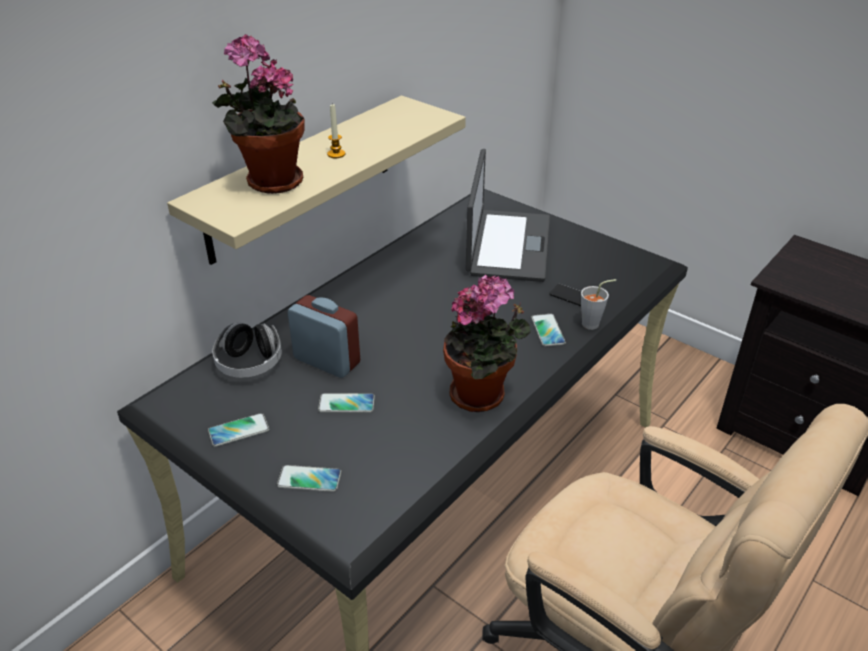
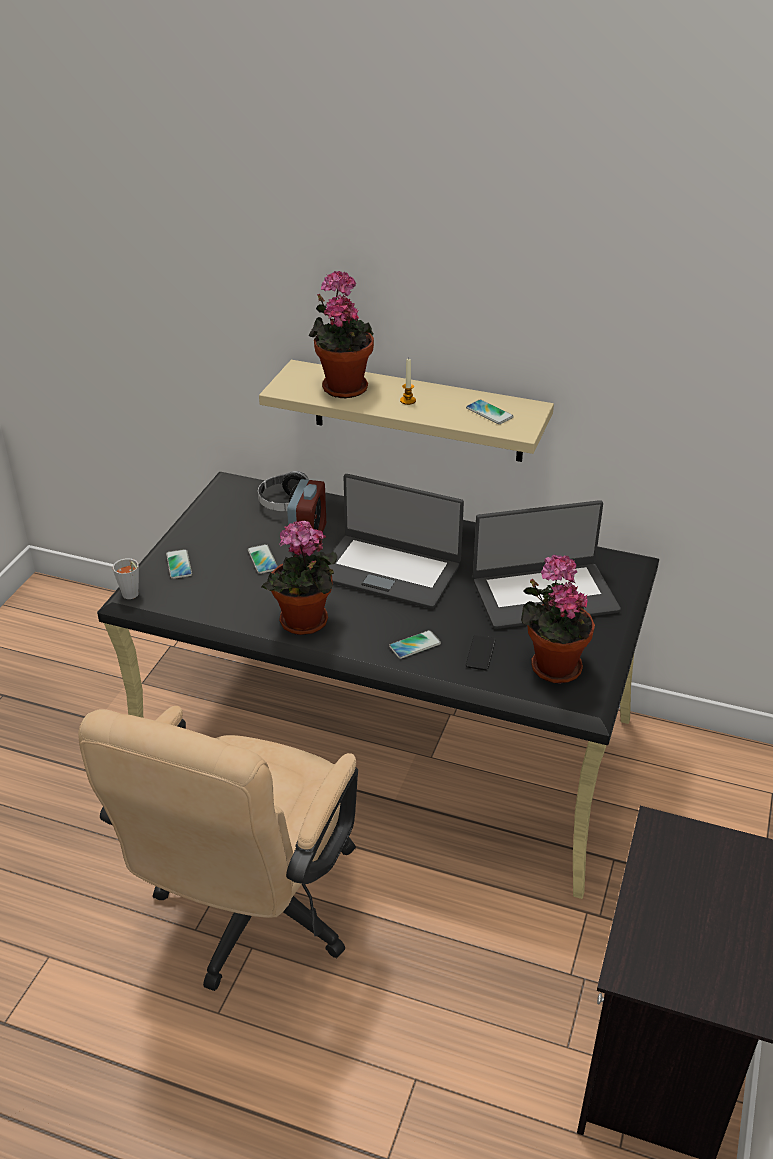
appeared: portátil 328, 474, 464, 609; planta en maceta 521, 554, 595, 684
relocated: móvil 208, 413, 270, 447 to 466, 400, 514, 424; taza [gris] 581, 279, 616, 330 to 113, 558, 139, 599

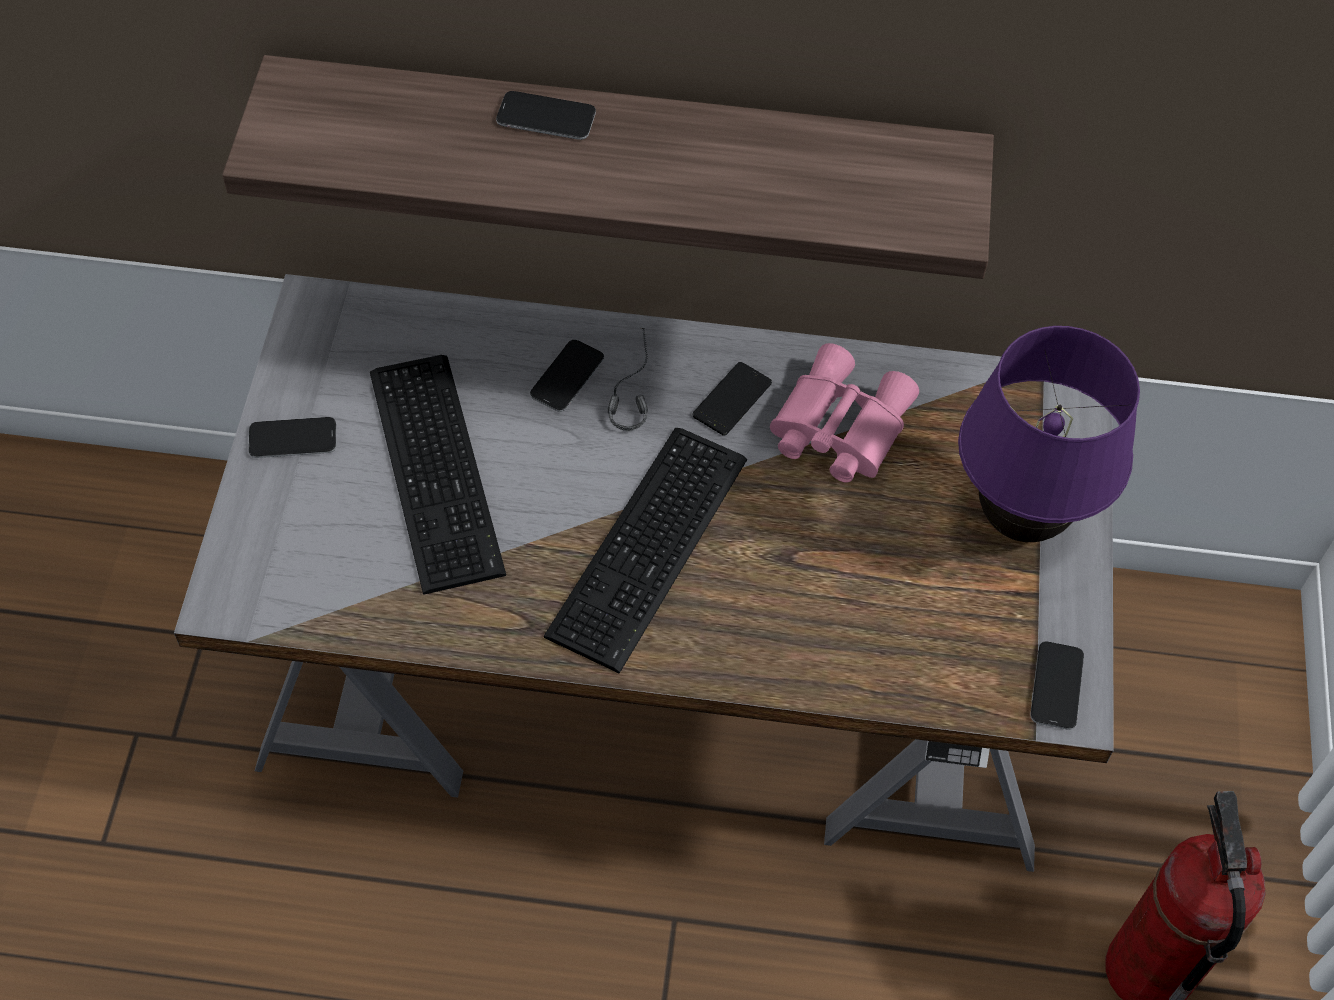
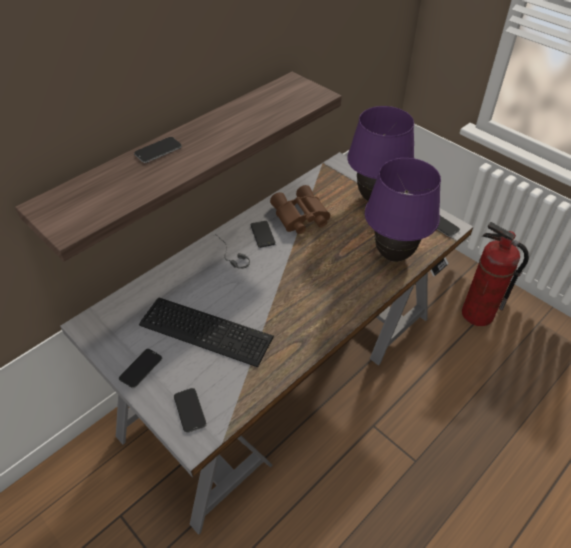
missing: teclado 544, 428, 747, 673
appeared: lámpara de mesa [morado] 365, 158, 441, 262
relocated: móvil 530, 340, 604, 412 to 174, 388, 207, 433
colour: prismáticos [rosa] 770, 343, 919, 483 to prismáticos [marrón] 270, 185, 330, 234

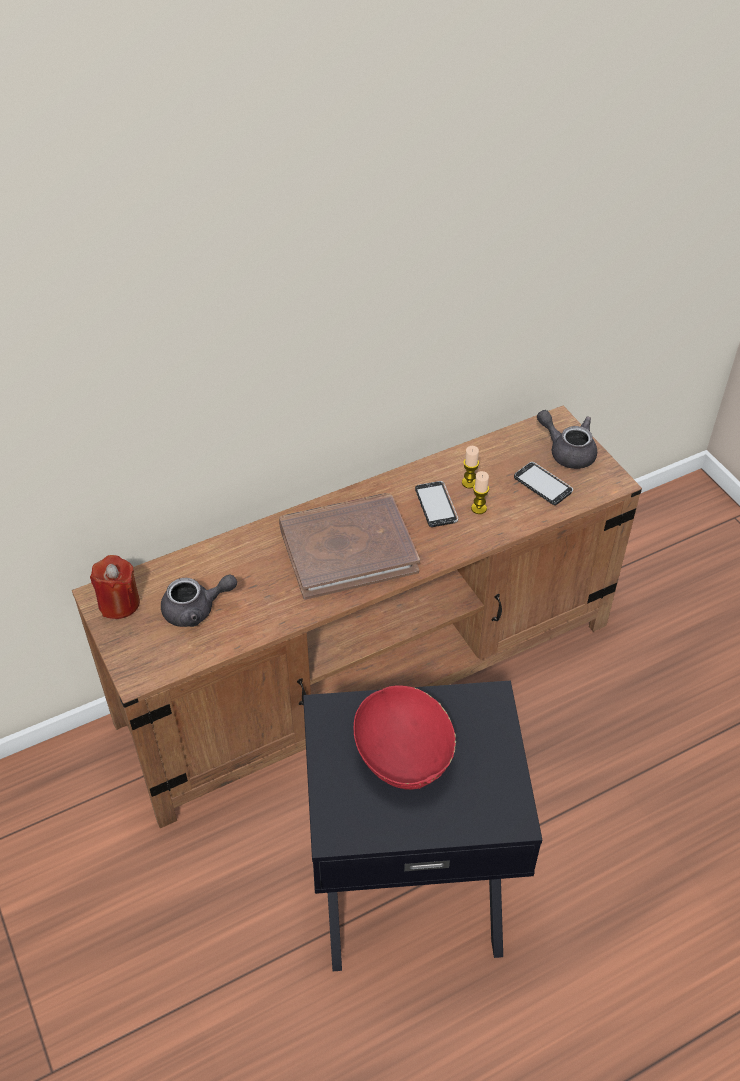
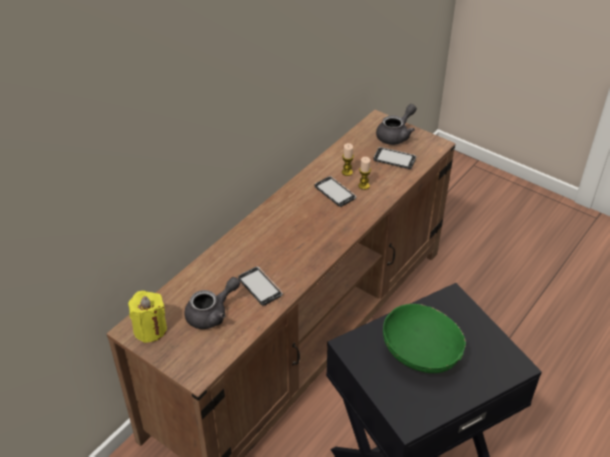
missing: libro [marrón] 279, 493, 420, 600
appeared: móvil 238, 267, 283, 306
colour: vela [rojo] 90, 555, 140, 619 to vela [amarillo] 128, 291, 167, 343; cuenco [rojo] 354, 685, 456, 790 to cuenco [verde] 383, 304, 466, 373
spun: tetera [gris] 537, 410, 597, 469 = 376, 104, 417, 145 120 degrees clockwise

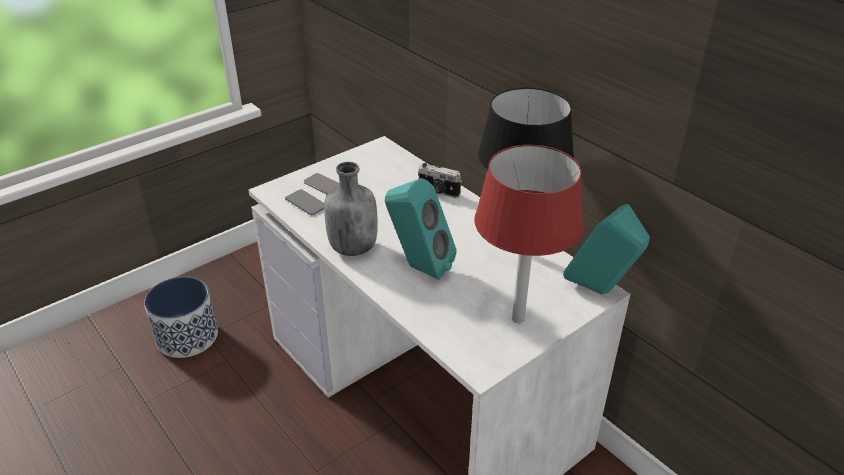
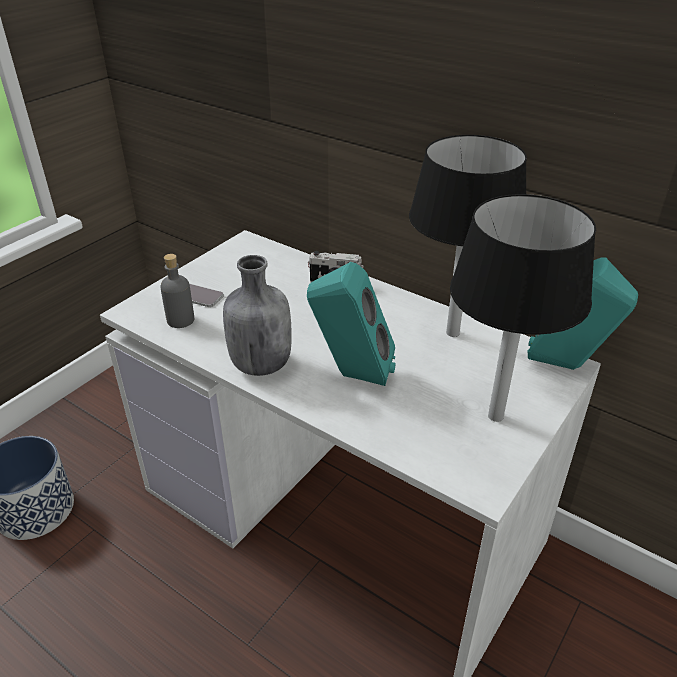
exchanged: móvil 285, 189, 324, 216 to botella [gris] 160, 254, 194, 328
colour: lámpara de mesa [rojo] 474, 145, 584, 323 to lámpara de mesa [negro] 450, 194, 596, 422

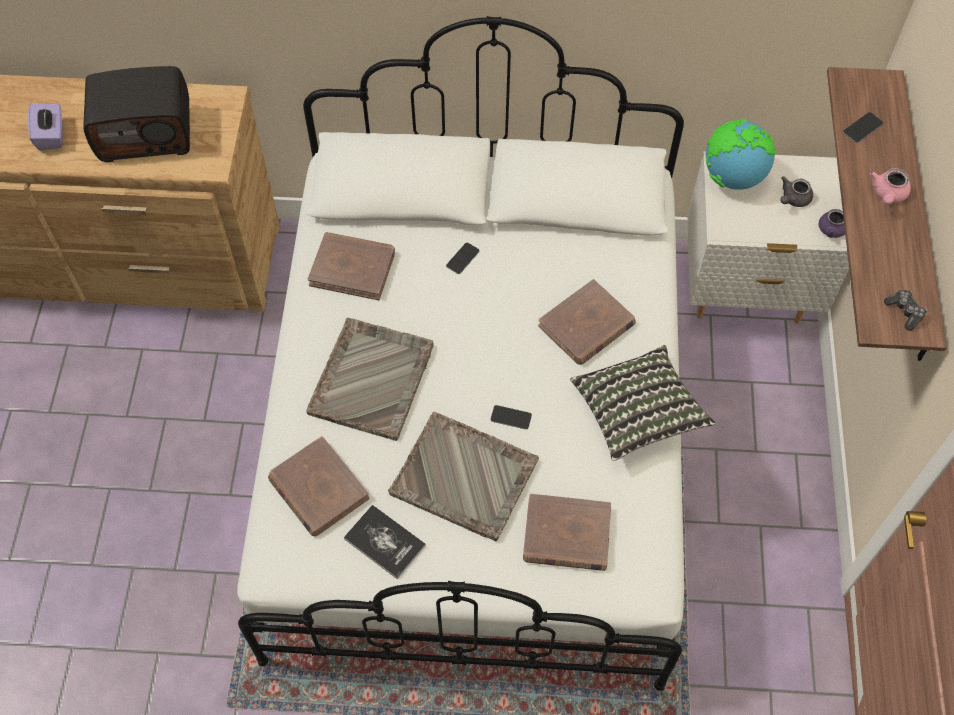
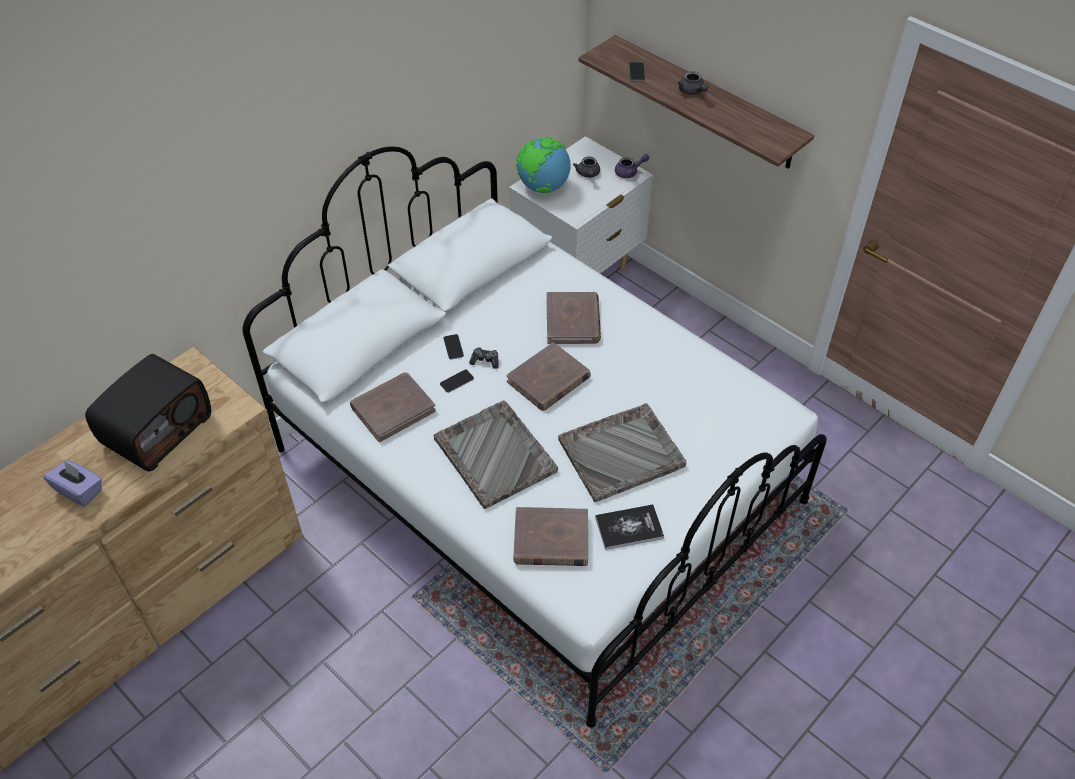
missing: cojín 570, 345, 715, 461
relocated: móvil 491, 405, 532, 429 to 440, 370, 474, 393; libro [marrón] 523, 494, 611, 571 to 507, 342, 591, 411; mando de consola 884, 290, 927, 331 to 469, 347, 499, 369
colour: tetera [rosa] 870, 168, 911, 204 to tetera [gris] 678, 71, 708, 95

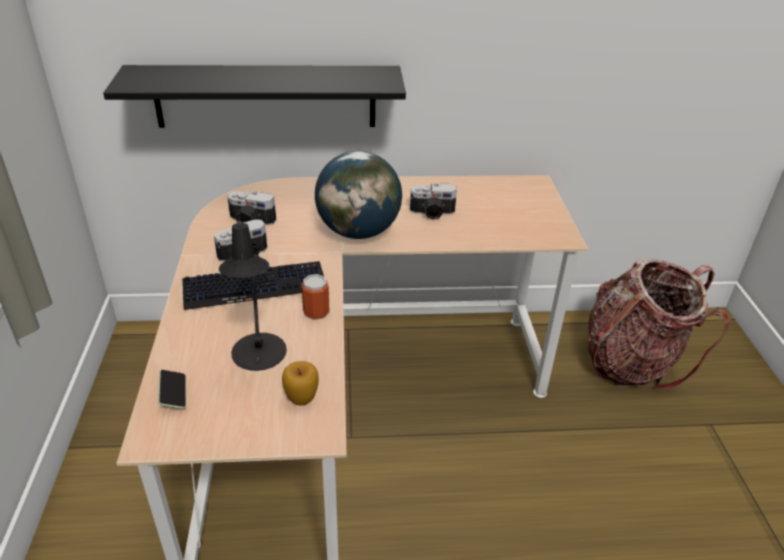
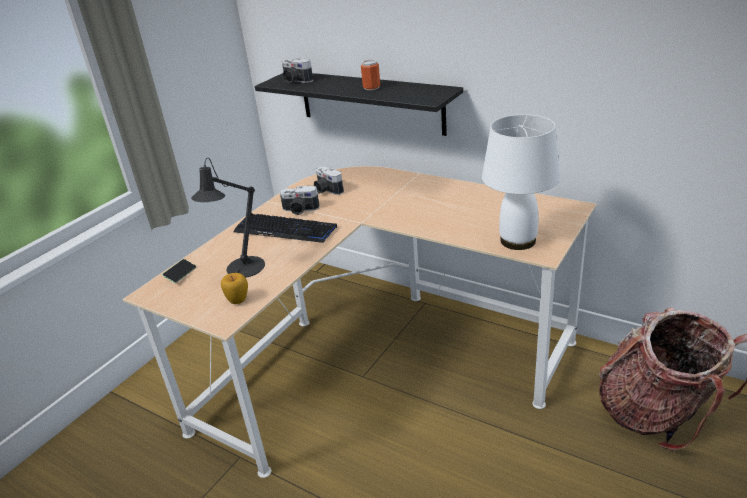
missing: globo terráqueo 315, 151, 402, 239
appeared: lámpara de mesa [blanco] 482, 114, 560, 250
relocated: lata 301, 274, 330, 320 to 361, 60, 380, 90; cámara 410, 183, 457, 220 to 282, 58, 314, 83

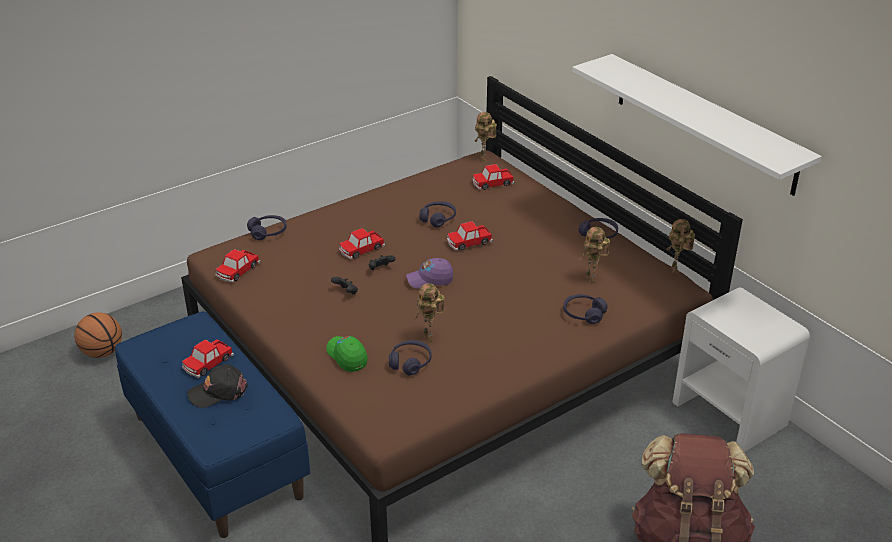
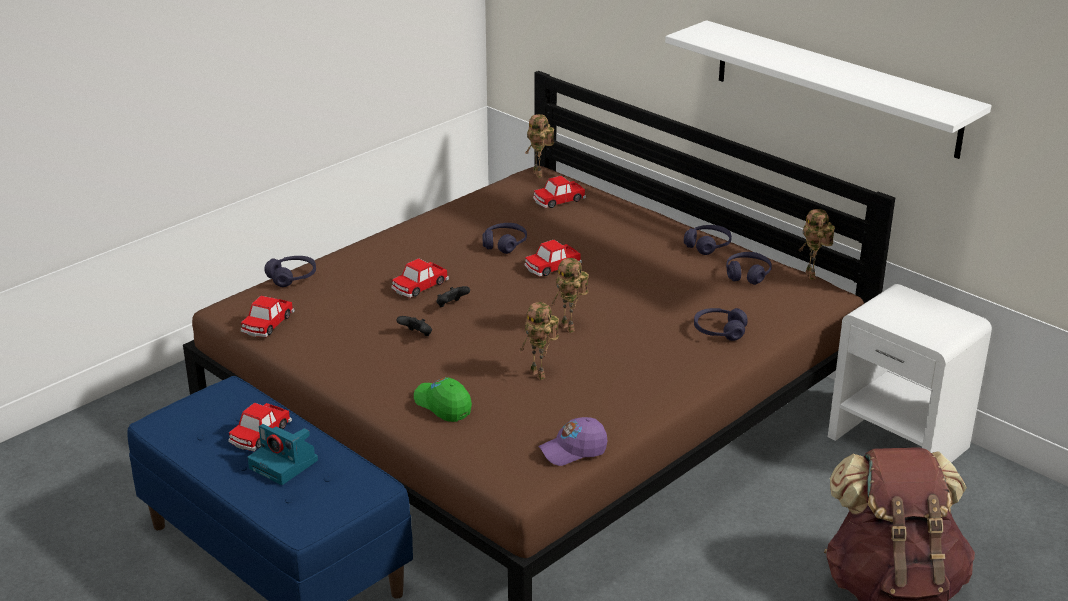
missing: balón de baloncesto 74, 312, 122, 358
relocated: auriculares [morado] 389, 340, 432, 376 to 726, 252, 772, 285; gorra [morado] 406, 258, 453, 289 to 538, 417, 607, 466; robot de juguete 579, 227, 610, 283 to 551, 258, 589, 333
exchanged: gorra [negro] 187, 364, 248, 408 to cámara 248, 424, 318, 485

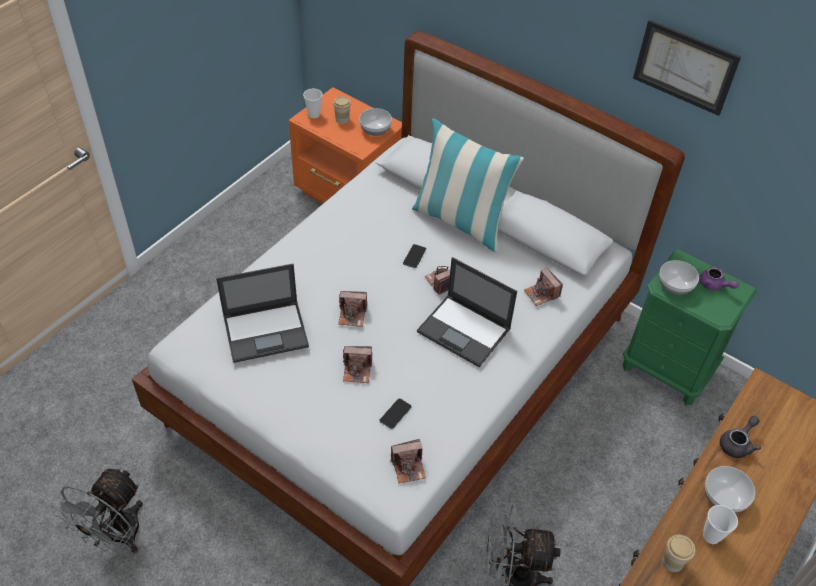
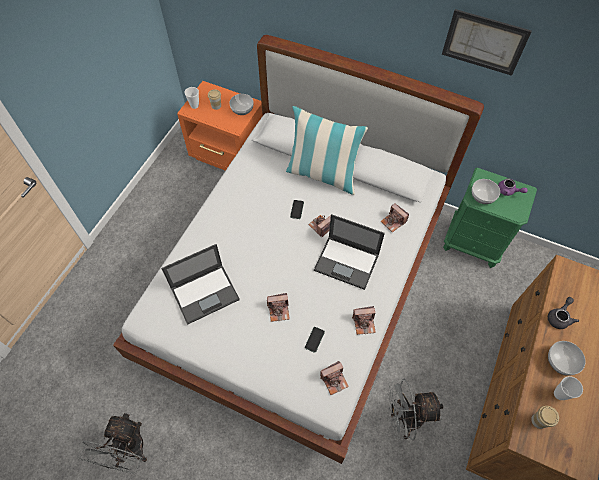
relocated: cámara 338, 291, 367, 327 to 352, 306, 376, 335

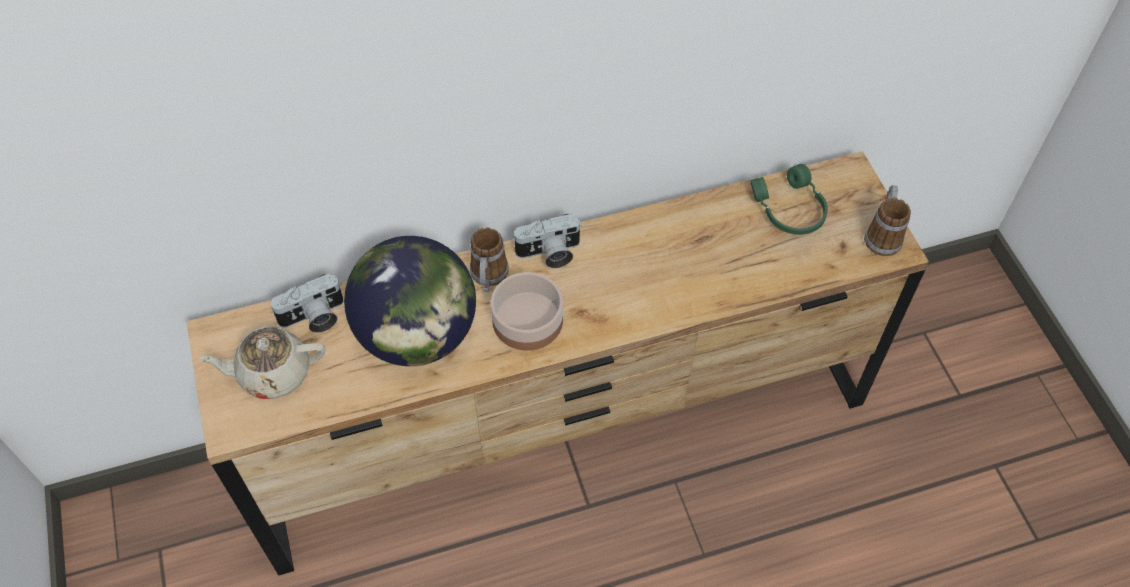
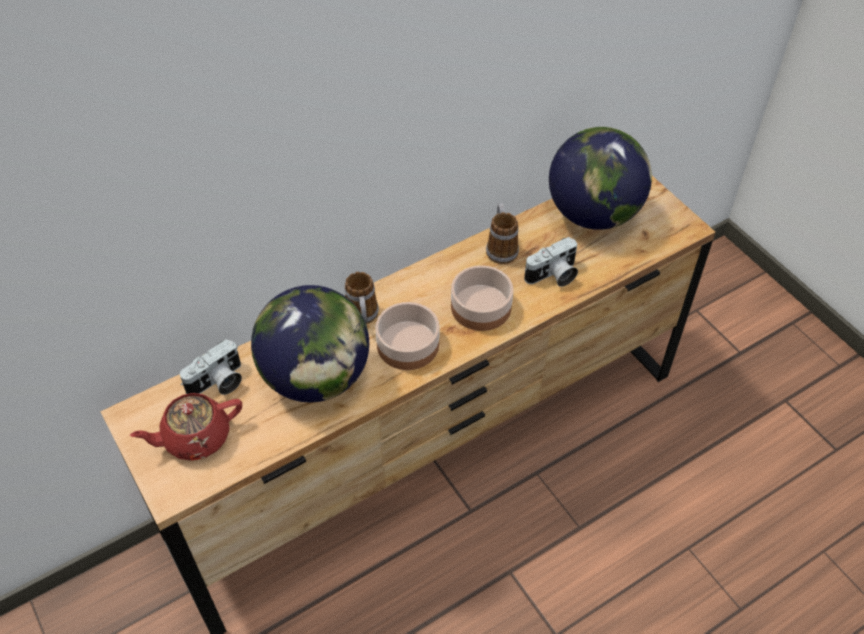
appeared: cuenco 451, 265, 513, 331
relocated: cámara 512, 213, 582, 268 to 524, 237, 578, 287; taza grande 864, 185, 911, 256 to 486, 203, 519, 264
exchanged: auriculares [verde] 751, 164, 828, 235 to globo terráqueo 549, 127, 652, 230
colour: tetera [beis] 199, 326, 326, 399 to tetera [rojo] 130, 393, 242, 461

